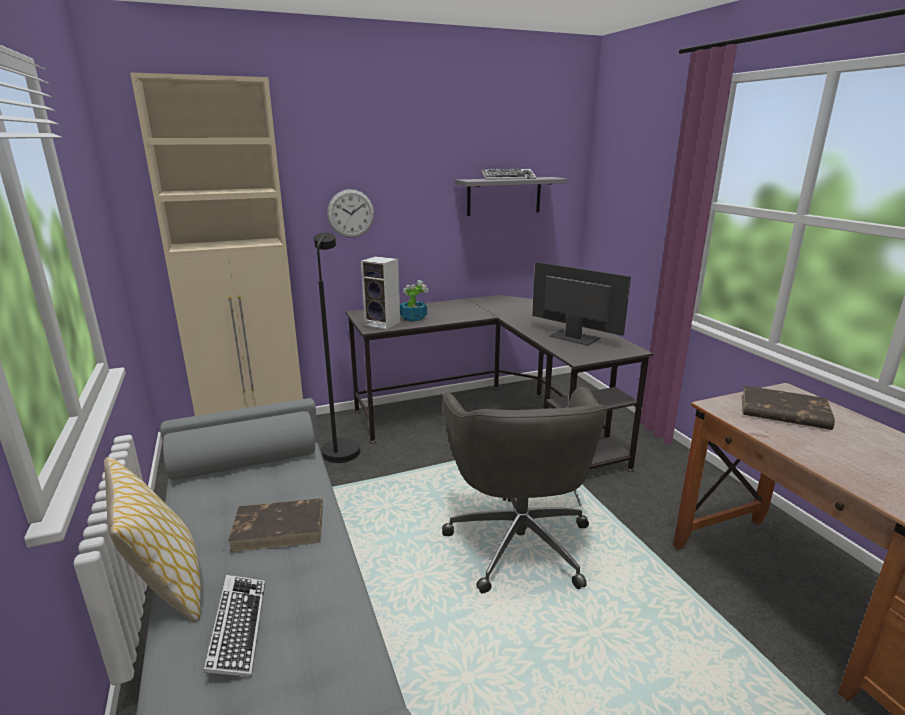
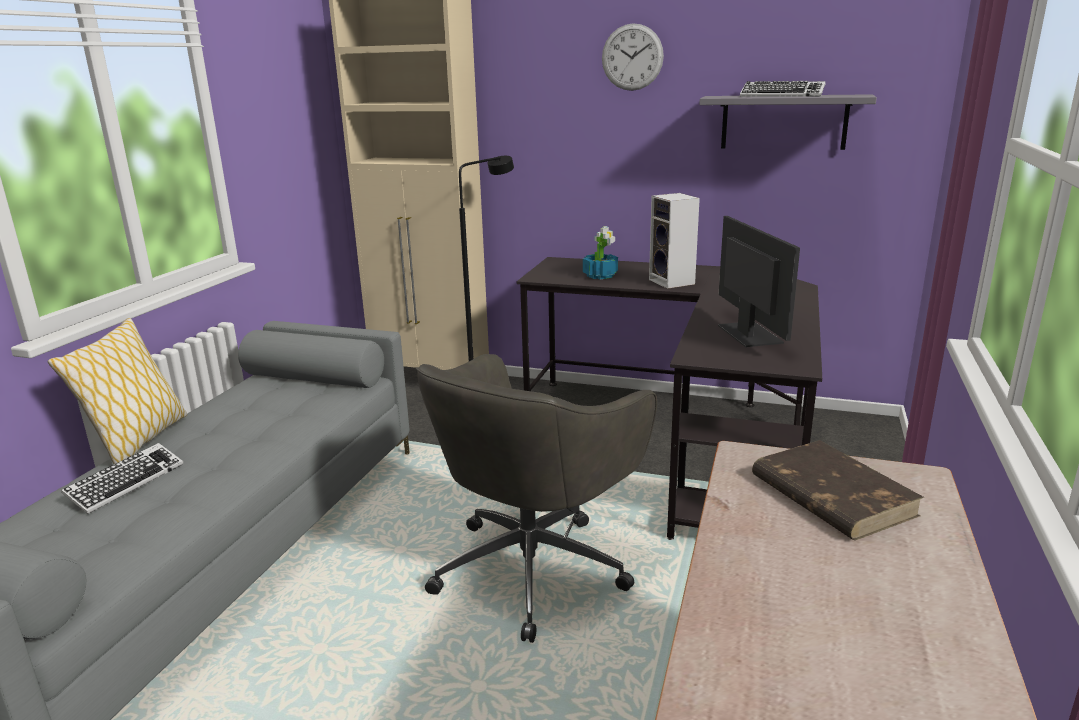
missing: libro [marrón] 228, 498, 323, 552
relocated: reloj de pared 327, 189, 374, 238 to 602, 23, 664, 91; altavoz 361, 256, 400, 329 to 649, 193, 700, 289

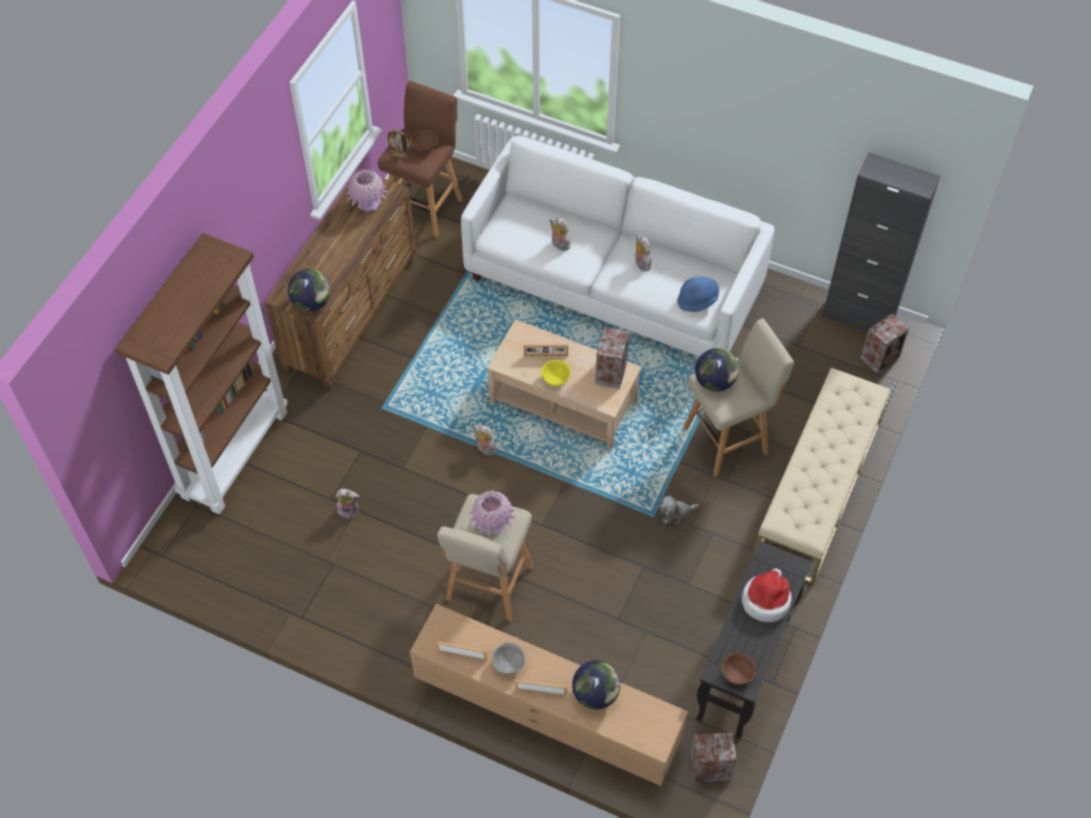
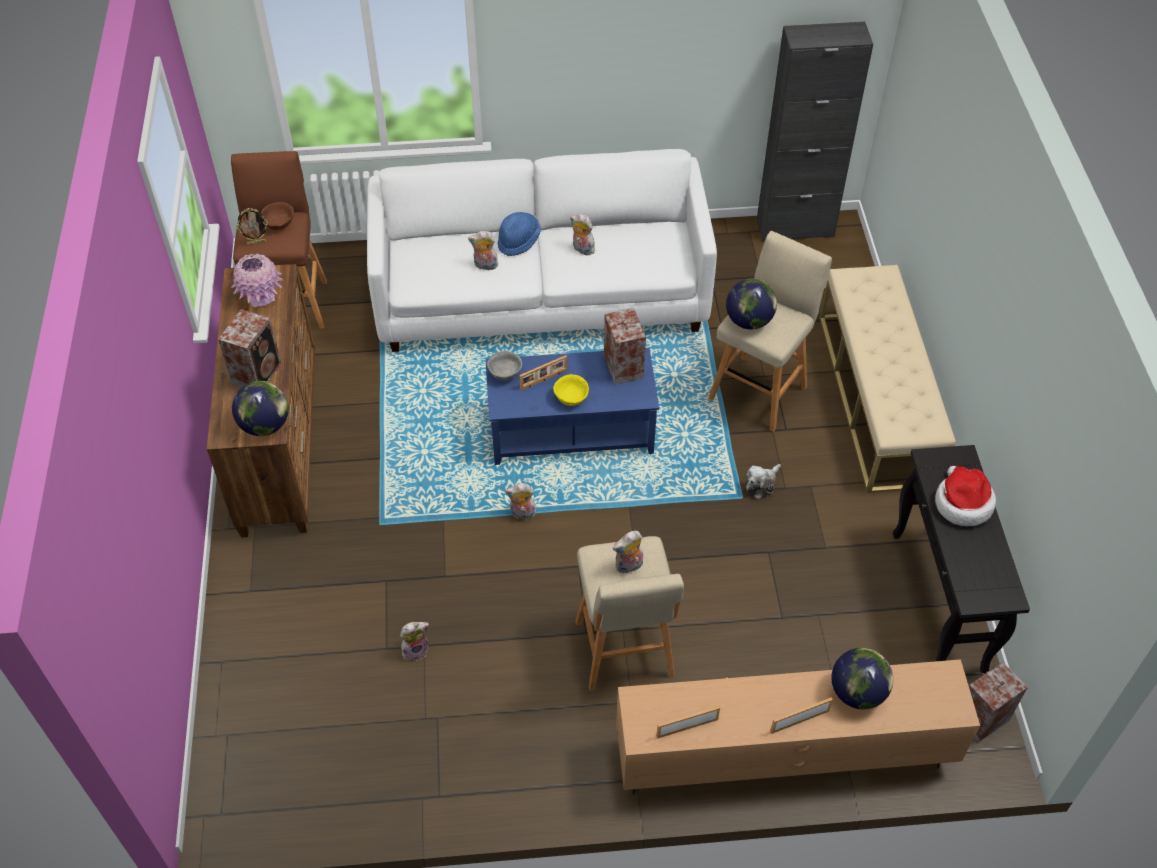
missing: estantería [marrón] 115, 233, 288, 514; cuenco [marrón] 722, 652, 756, 685
relocated: cuenco [gris] 492, 643, 526, 674 to 487, 351, 522, 380; sombrero [azul] 677, 276, 719, 312 to 498, 212, 541, 256; altavoz 860, 313, 909, 373 to 218, 309, 281, 387
exchanged: florero [rosa] 469, 490, 516, 536 to peluche 613, 531, 643, 574
colour: mesa de centro [beis] 487, 319, 642, 450 to mesa de centro [azul] 485, 348, 659, 465

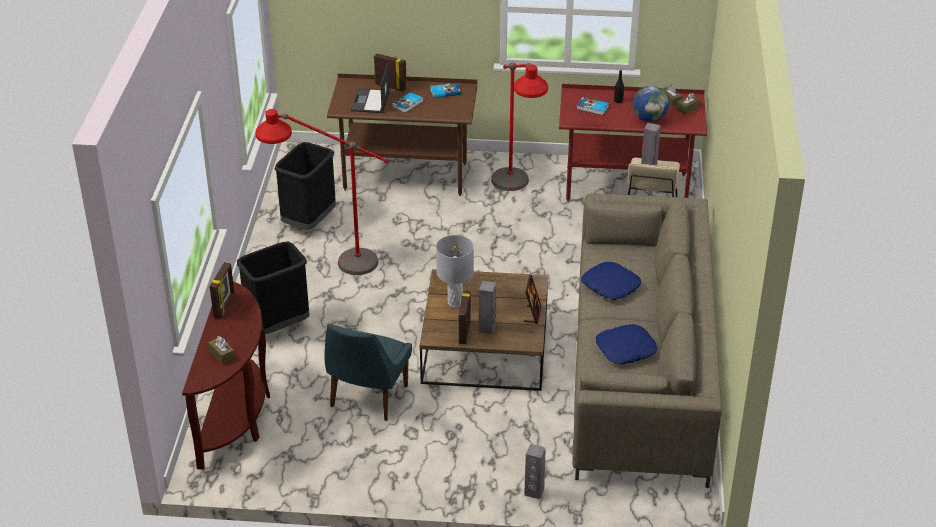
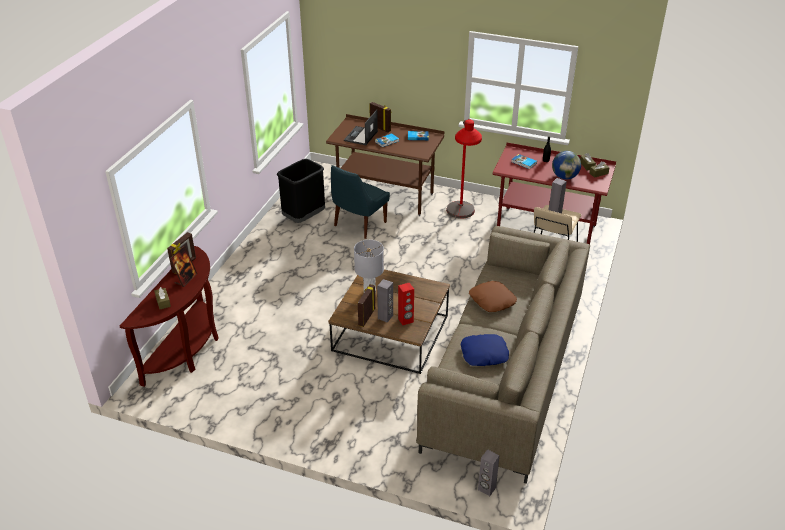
missing: papelera [negro] 237, 242, 310, 334; lámpara de pie [rojo] 255, 109, 389, 275
appeared: altavoz [rojo] 398, 283, 414, 325
relocated: silla [azul] 324, 324, 412, 421 to 331, 165, 390, 239; portarretratos 524, 274, 541, 324 to 170, 246, 197, 287; altavoz [gris] 524, 444, 546, 499 to 478, 449, 500, 496
colour: cojín [azul] 581, 262, 641, 300 to cojín [marrón] 469, 281, 517, 312

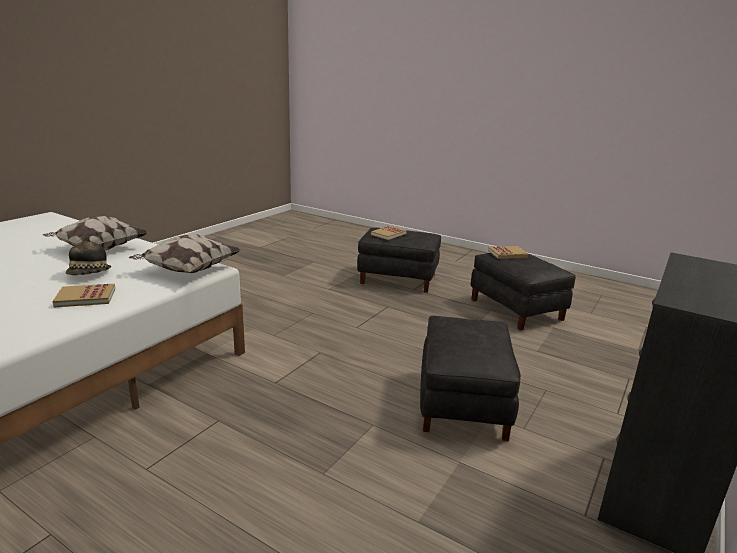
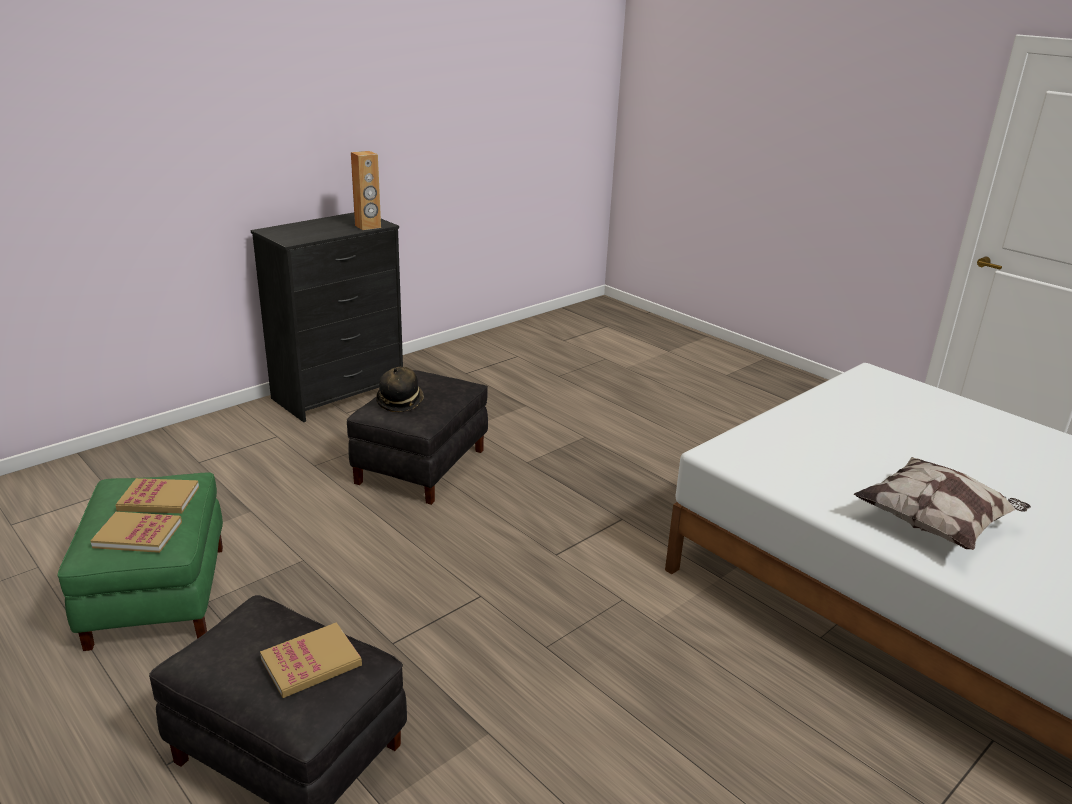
missing: cojín 129, 234, 240, 273
appeared: altavoz [marrón] 351, 151, 381, 230
relocated: libro 52, 284, 115, 307 to 116, 478, 199, 513; sombrero 66, 237, 111, 275 to 376, 367, 424, 412
colour: puf [negro] 471, 253, 576, 331 to puf [verde] 57, 472, 223, 651

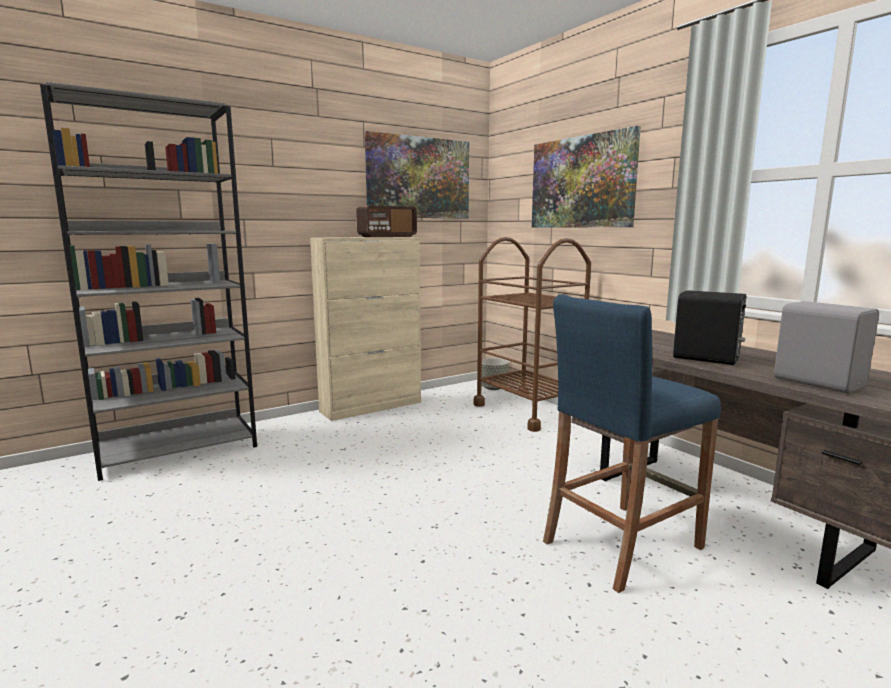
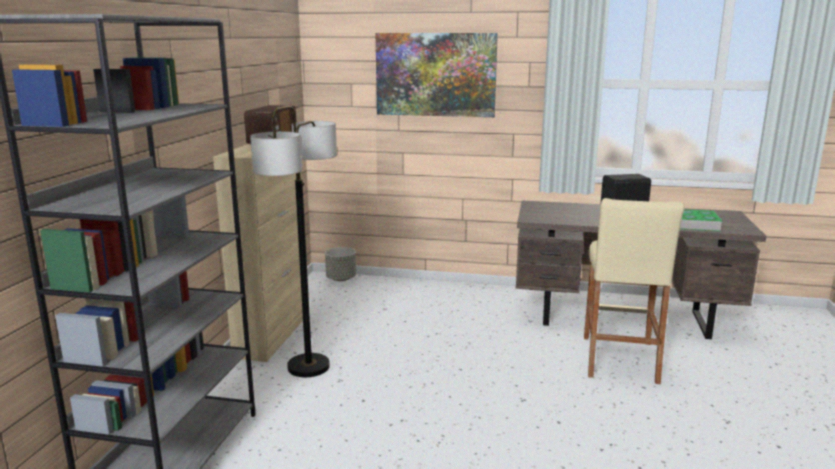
missing: cuadro 365, 131, 469, 219; carrito [marrón] 473, 237, 591, 432
appeared: lámpara de pie 250, 106, 337, 377
exchanged: altavoz [gris] 774, 301, 879, 393 to libro 680, 209, 722, 231
colour: taburete [azul] 543, 294, 721, 593 to taburete [beis] 584, 198, 684, 384

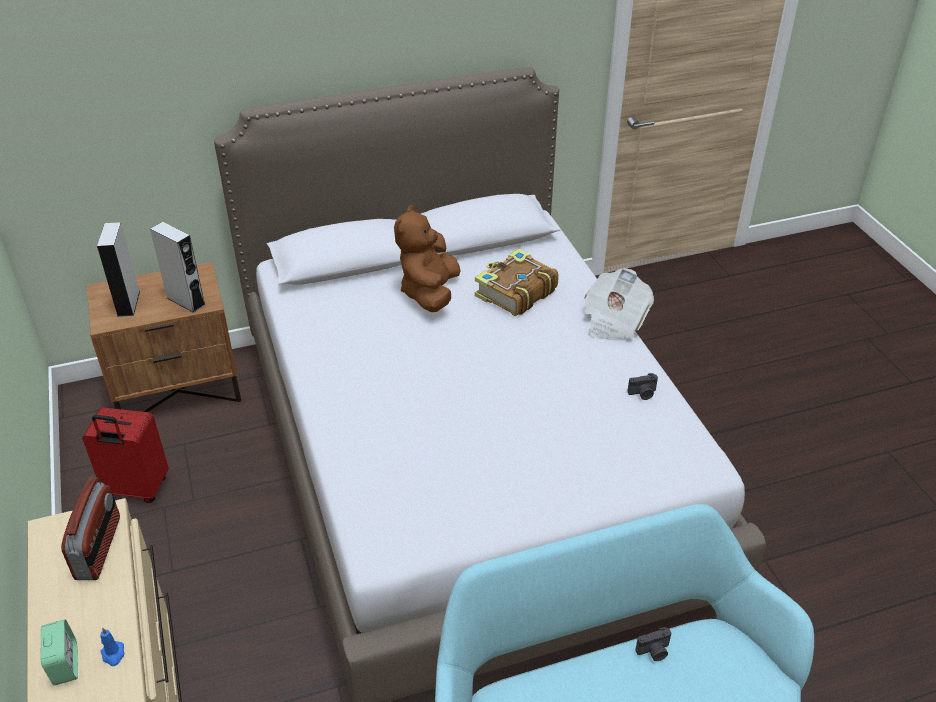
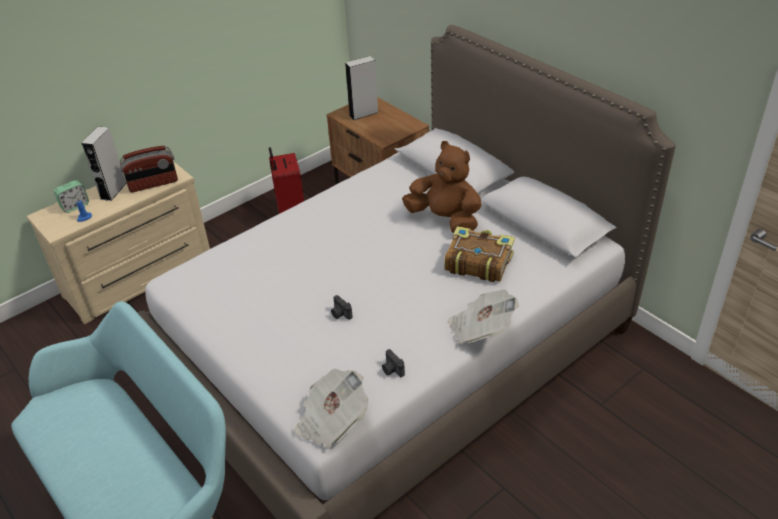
appeared: periódico 295, 369, 368, 448
relocated: altavoz [gris] 150, 222, 205, 313 to 82, 126, 126, 201; cámara 635, 627, 671, 661 to 331, 295, 353, 320
spun: peluche [marrón] 394, 205, 461, 312 = 402, 141, 481, 233 45 degrees clockwise

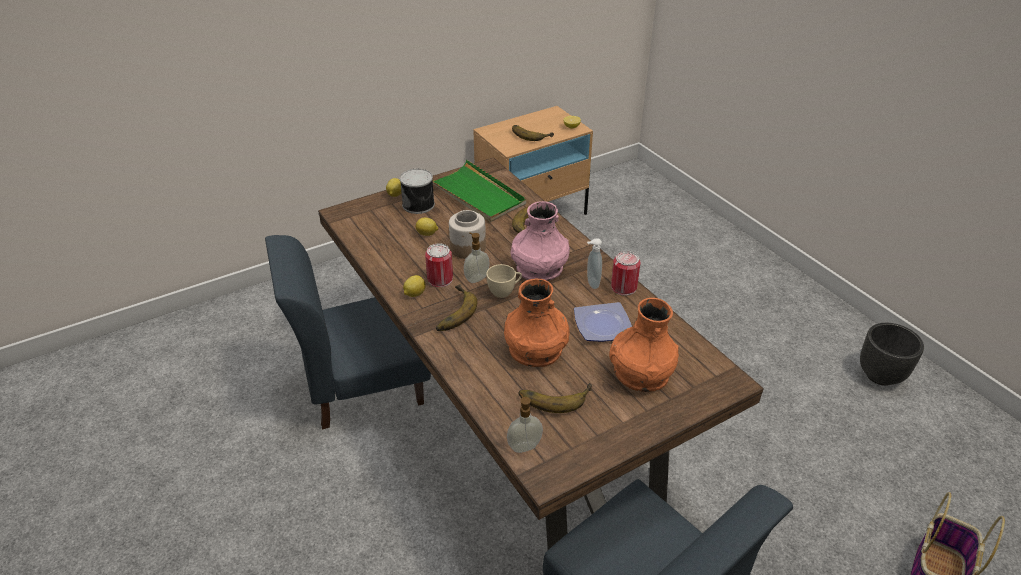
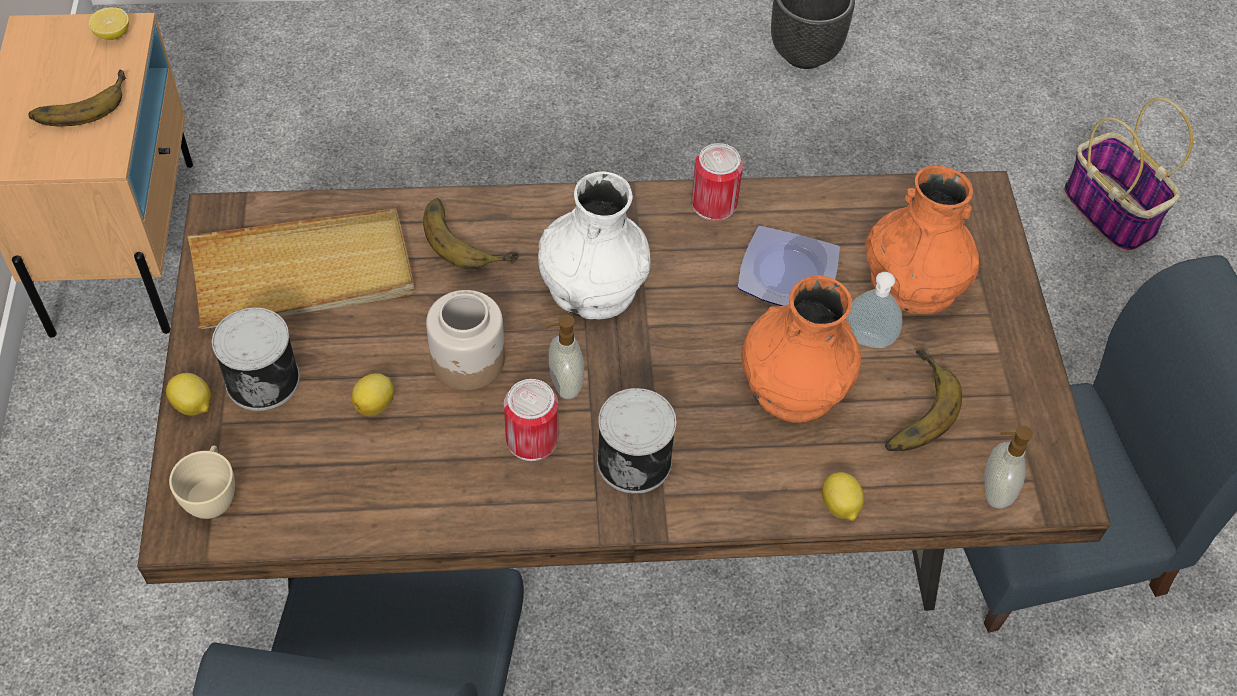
relocated: limón 403, 275, 425, 297 to 822, 472, 864, 521; taza [beis] 486, 264, 522, 298 to 169, 445, 235, 519; dispensador de jabón 587, 238, 602, 289 to 845, 272, 902, 348
exchanged: plátano 436, 285, 477, 331 to lata 597, 388, 676, 494
colour: bandeja [verde] 433, 160, 526, 222 to bandeja [beis] 187, 208, 414, 330; florero [rosa] 510, 201, 570, 281 to florero [blanco] 538, 171, 651, 320

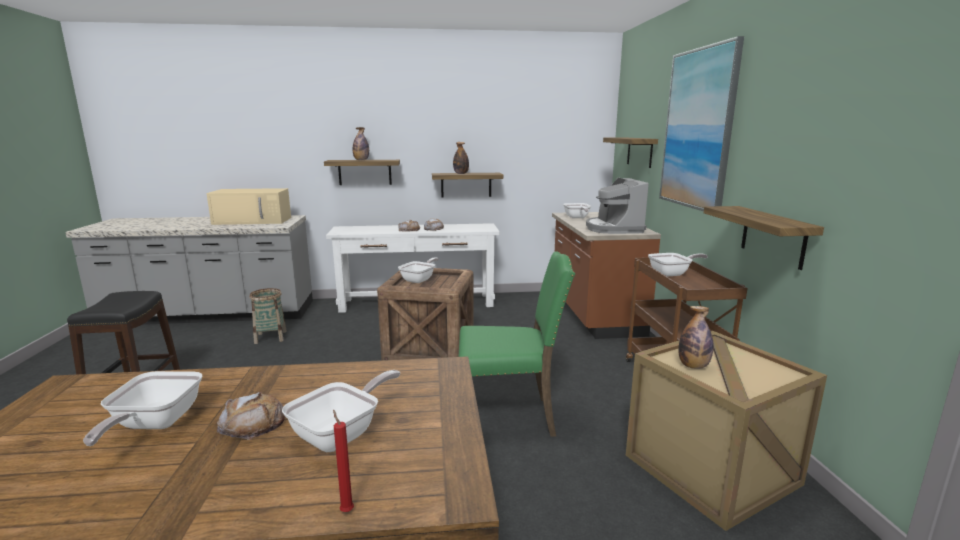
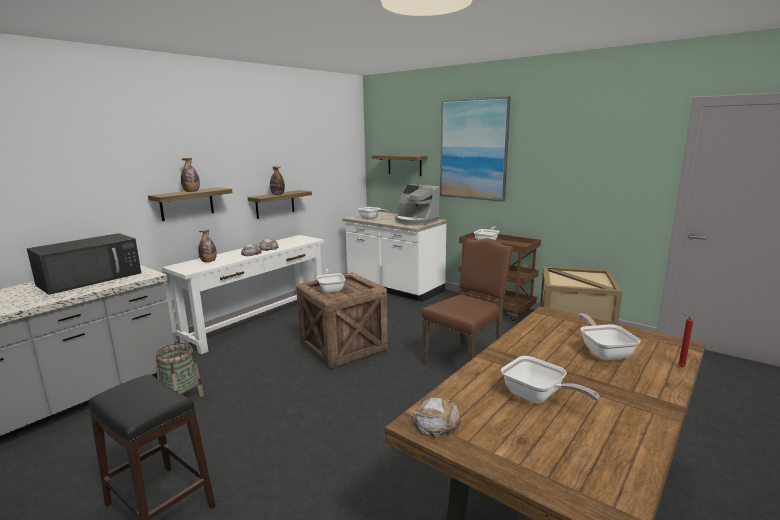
missing: estante 704, 206, 824, 270
relocated: pan 217, 392, 285, 440 to 413, 397, 462, 438; botella 678, 306, 714, 369 to 198, 230, 217, 263
colour: microondas [beis] 206, 188, 291, 225 to microondas [negro] 27, 233, 141, 295; silla [verde] 459, 251, 575, 437 to silla [marrón] 422, 238, 513, 363; mueble bajo de cocina [marrón] 552, 212, 661, 339 to mueble bajo de cocina [blanco] 342, 212, 447, 302

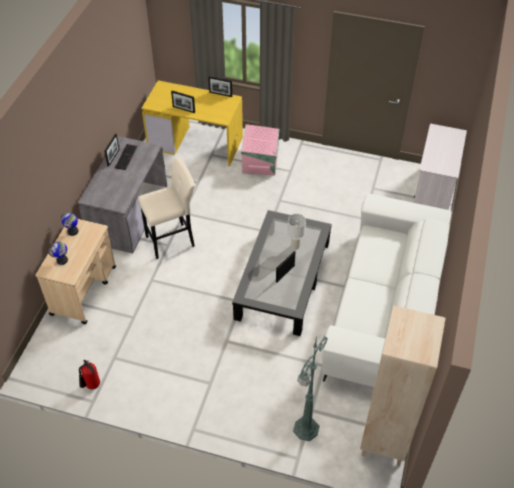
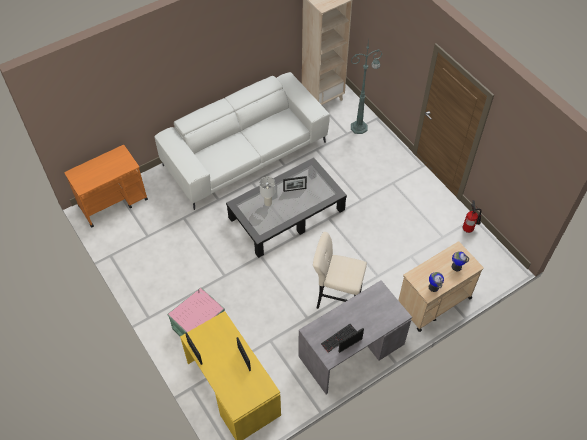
colour: carrito [blanco] 413, 124, 467, 210 to carrito [naranja] 64, 145, 148, 228

